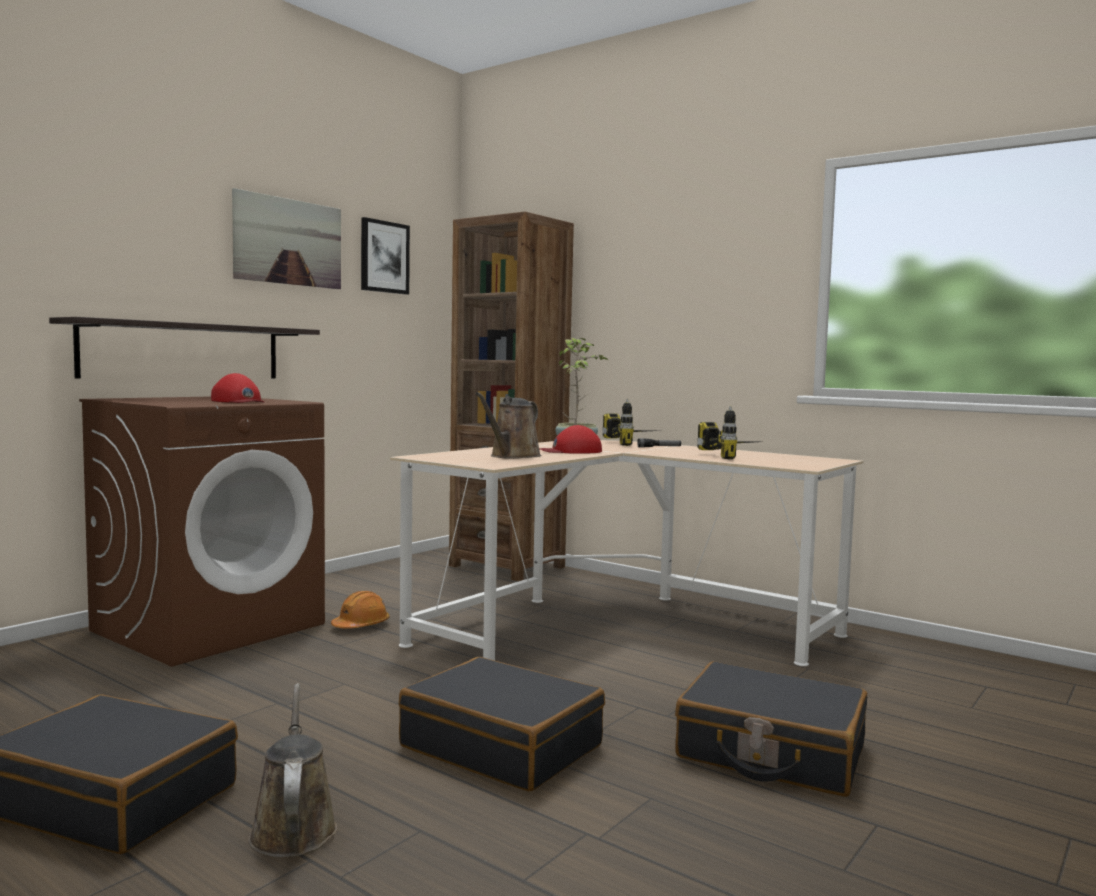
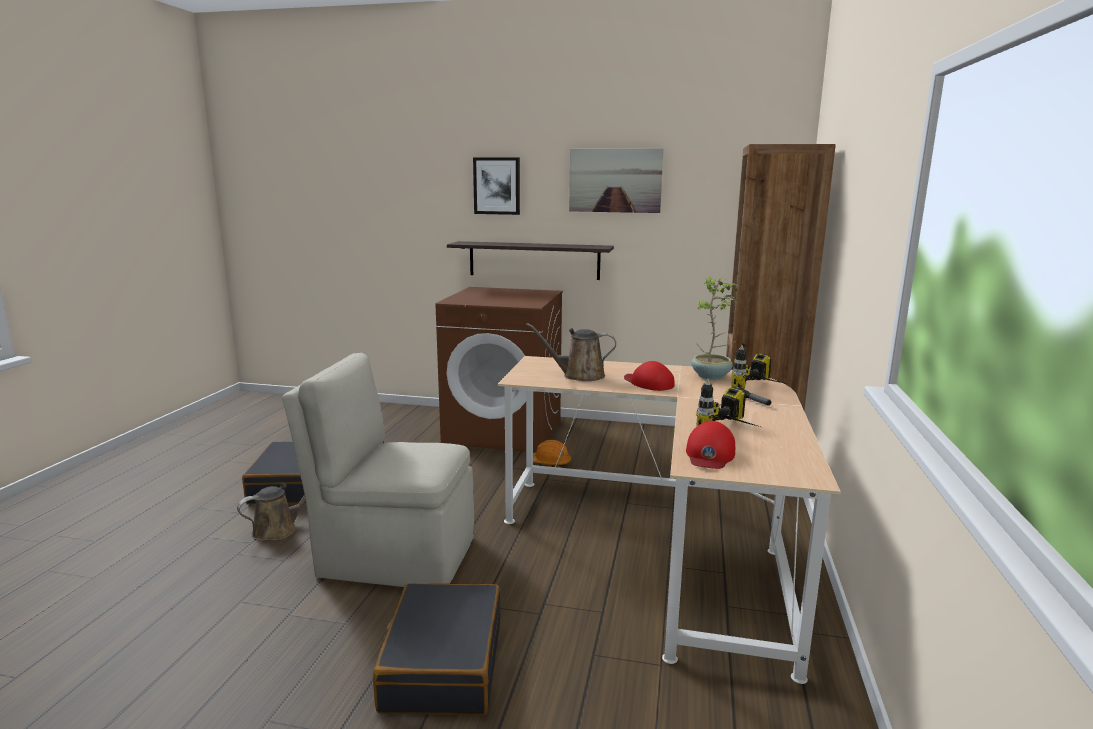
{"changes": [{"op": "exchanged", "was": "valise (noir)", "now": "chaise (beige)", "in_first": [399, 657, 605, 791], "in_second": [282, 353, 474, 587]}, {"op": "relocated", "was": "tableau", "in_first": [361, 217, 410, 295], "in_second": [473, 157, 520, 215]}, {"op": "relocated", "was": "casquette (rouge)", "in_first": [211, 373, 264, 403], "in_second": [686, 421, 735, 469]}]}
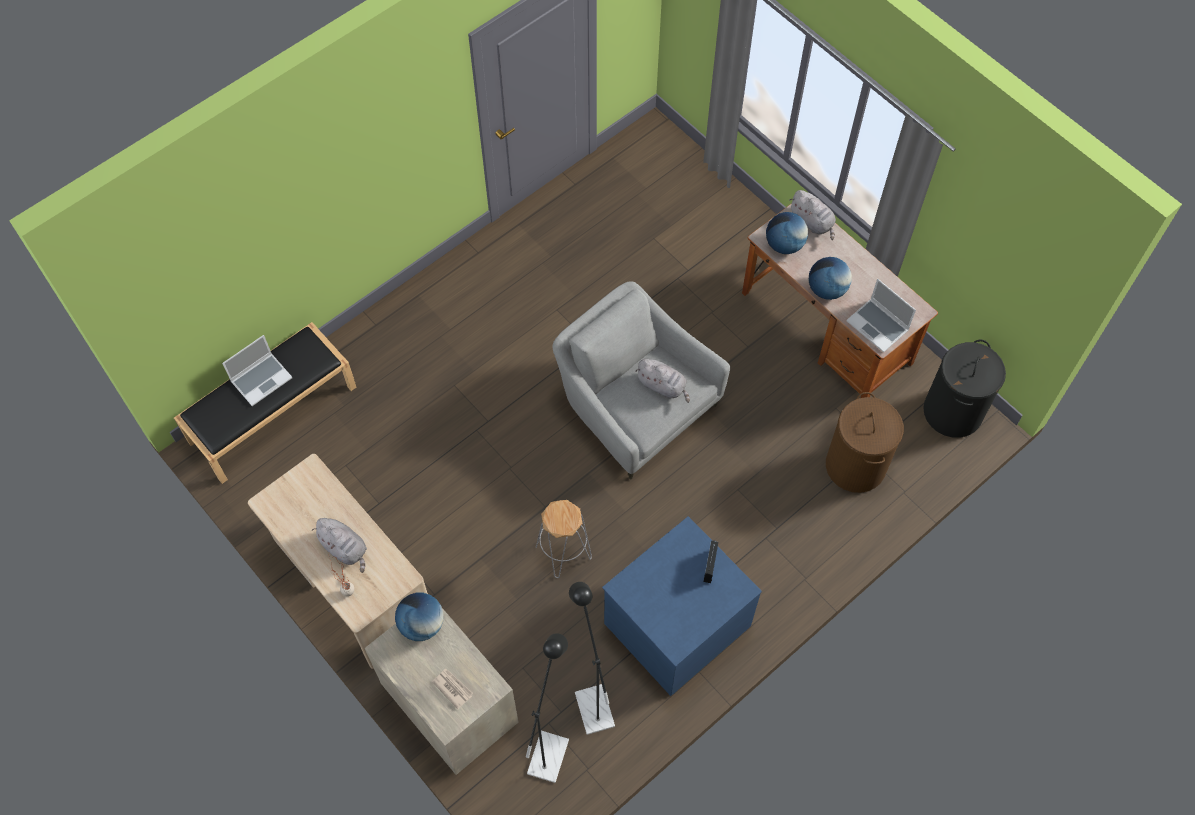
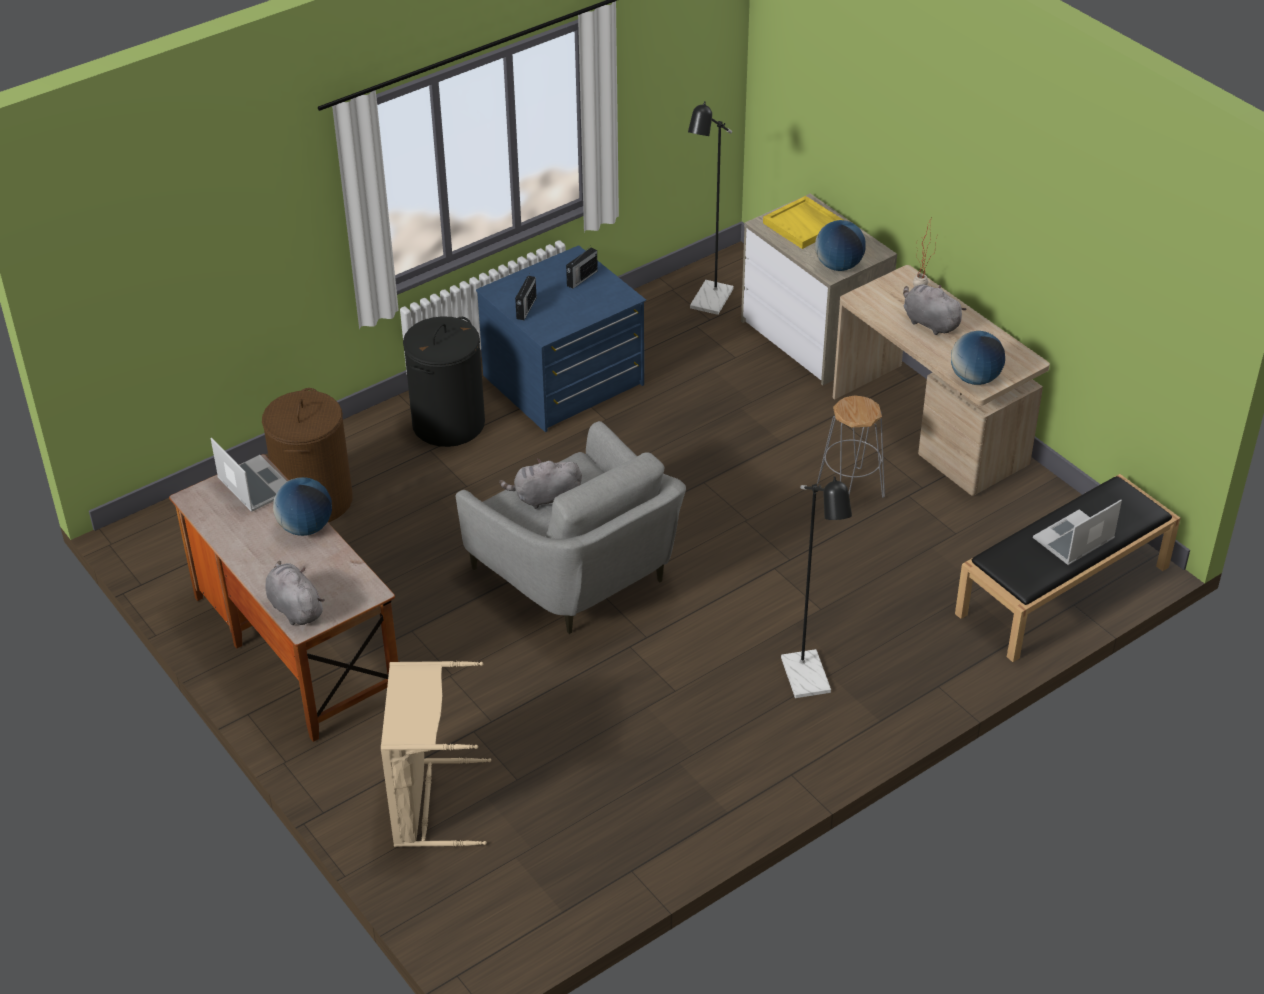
{"changes": [{"op": "appeared", "now": "panier à linge (beige)", "in_second": [381, 661, 491, 847]}, {"op": "relocated", "was": "panier à linge (noir)", "in_first": [923, 340, 1006, 438], "in_second": [403, 316, 485, 447]}, {"op": "spun", "was": "peluche (gris)", "in_first": [635, 359, 690, 403], "in_second": [499, 458, 582, 509], "clockwise": -45}, {"op": "appeared", "now": "radio", "in_second": [566, 245, 598, 289]}, {"op": "exchanged", "was": "journal", "now": "plateau (jaune)", "in_first": [432, 669, 473, 709], "in_second": [763, 196, 843, 249]}, {"op": "relocated", "was": "lampadaire (noir)", "in_first": [569, 582, 615, 735], "in_second": [781, 477, 852, 698]}, {"op": "relocated", "was": "tabouret (gris)", "in_first": [536, 500, 592, 578], "in_second": [817, 395, 885, 498]}, {"op": "relocated", "was": "globe", "in_first": [766, 212, 808, 254], "in_second": [951, 331, 1005, 385]}]}
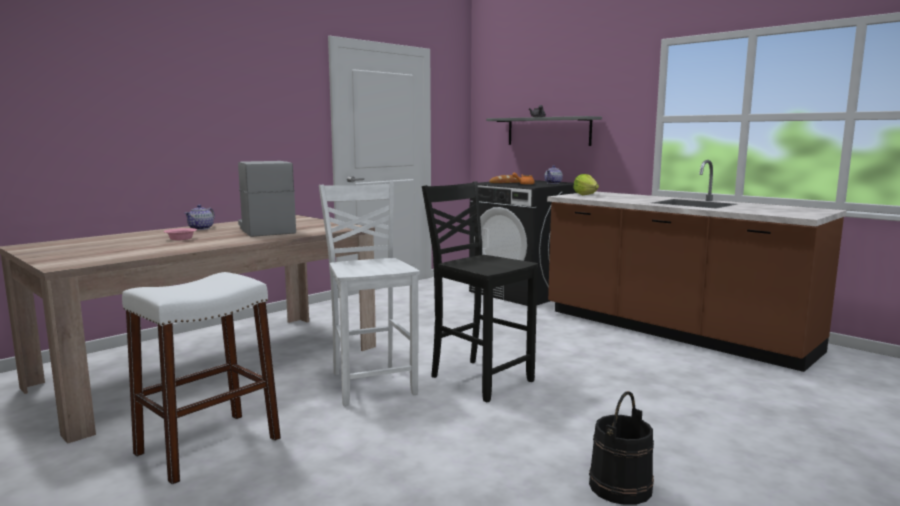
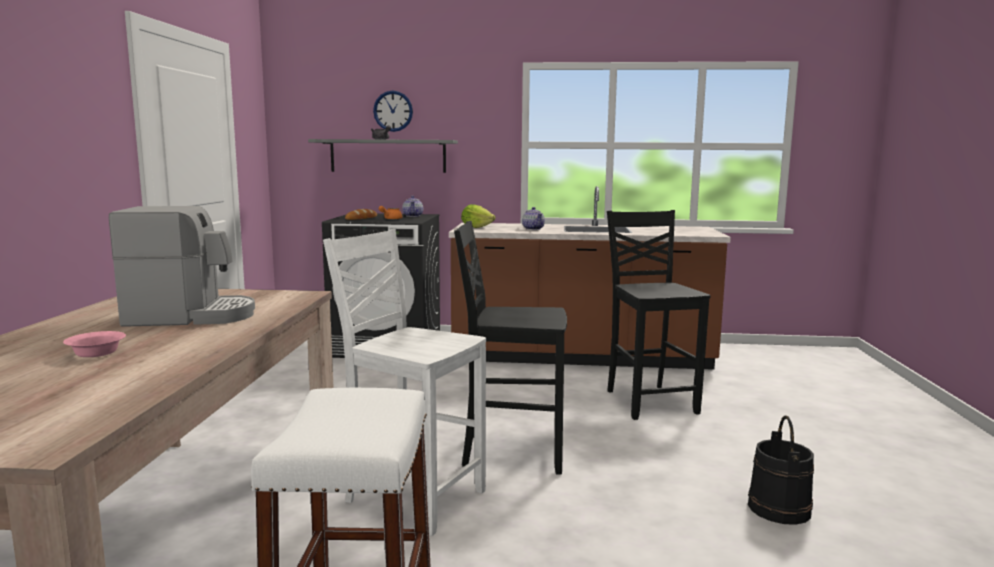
{"changes": [{"op": "spun", "was": "machine à café", "in_first": [238, 161, 296, 237], "in_second": [109, 206, 255, 327], "clockwise": 150}, {"op": "appeared", "now": "horloge murale", "in_second": [373, 90, 413, 132]}, {"op": "relocated", "was": "théière", "in_first": [185, 205, 215, 230], "in_second": [522, 207, 545, 230]}, {"op": "appeared", "now": "chaise (noir)", "in_second": [607, 210, 710, 420]}]}
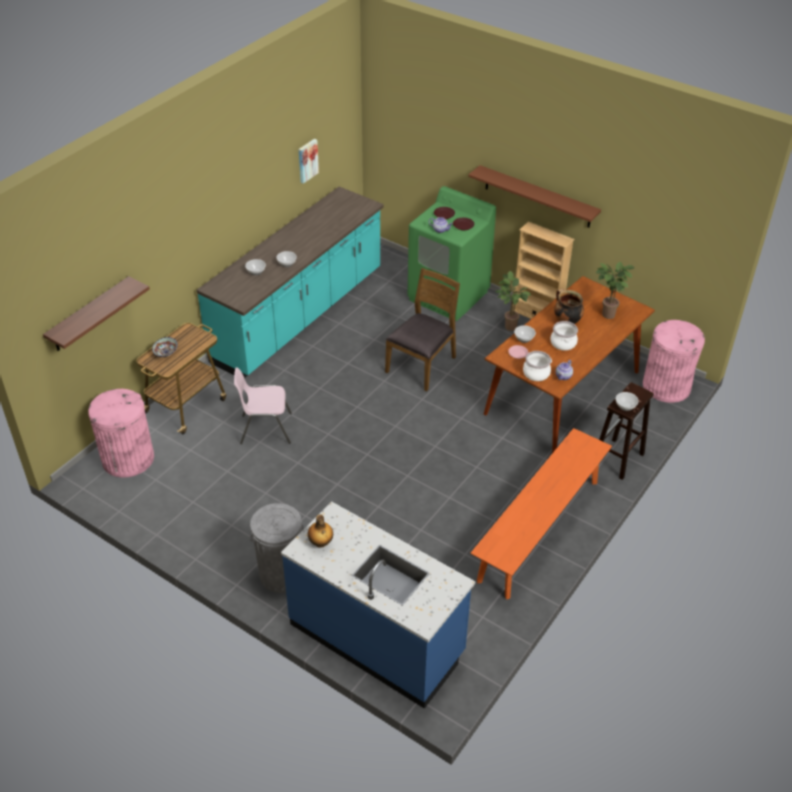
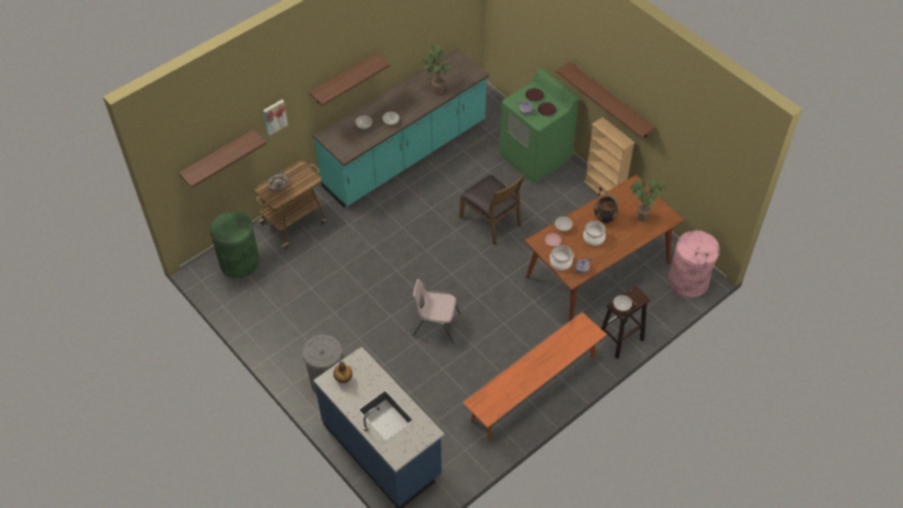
{"changes": [{"op": "colour", "was": "poubelle (rose)", "now": "poubelle (vert)", "in_first": [88, 389, 154, 477], "in_second": [210, 211, 260, 278]}, {"op": "relocated", "was": "tableau", "in_first": [299, 139, 319, 184], "in_second": [263, 100, 288, 136]}, {"op": "appeared", "now": "étagère", "in_second": [309, 53, 390, 106]}, {"op": "relocated", "was": "chaise (rose)", "in_first": [234, 367, 292, 444], "in_second": [413, 279, 461, 344]}, {"op": "relocated", "was": "plante en pot", "in_first": [495, 271, 531, 331], "in_second": [421, 44, 451, 95]}, {"op": "spun", "was": "chaise (marron)", "in_first": [385, 268, 460, 391], "in_second": [459, 173, 524, 245], "clockwise": 90}]}
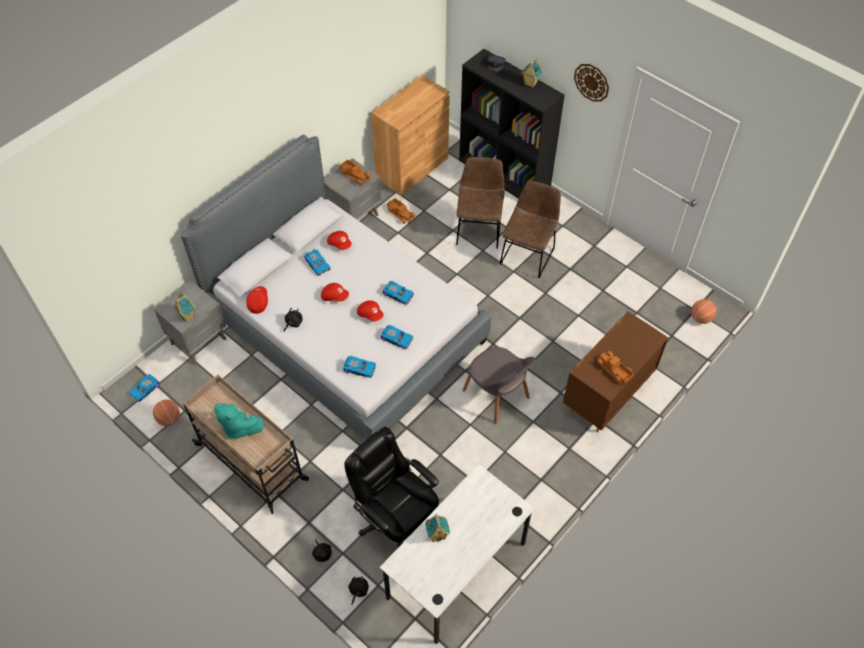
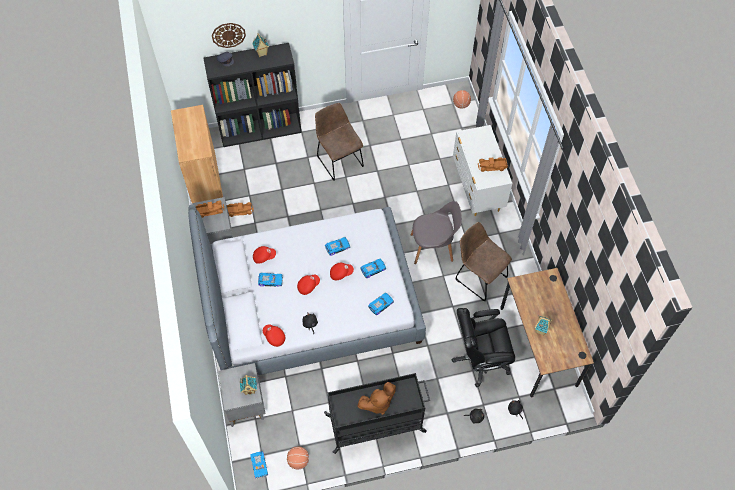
{"changes": [{"op": "relocated", "was": "horloge murale", "in_first": [574, 64, 609, 102], "in_second": [212, 23, 246, 48]}, {"op": "colour", "was": "chariot (beige)", "now": "chariot (noir)", "in_first": [183, 375, 309, 514], "in_second": [324, 373, 430, 454]}, {"op": "colour", "was": "peluche (turquoise)", "now": "peluche (marron)", "in_first": [214, 404, 264, 440], "in_second": [357, 382, 396, 415]}, {"op": "colour", "was": "commode (marron)", "now": "commode (blanc)", "in_first": [563, 311, 668, 432], "in_second": [453, 125, 512, 216]}, {"op": "relocated", "was": "chaise (marron)", "in_first": [456, 157, 505, 249], "in_second": [455, 222, 512, 302]}, {"op": "colour", "was": "bureau (blanc)", "now": "bureau (marron)", "in_first": [380, 464, 535, 644], "in_second": [500, 268, 594, 397]}]}
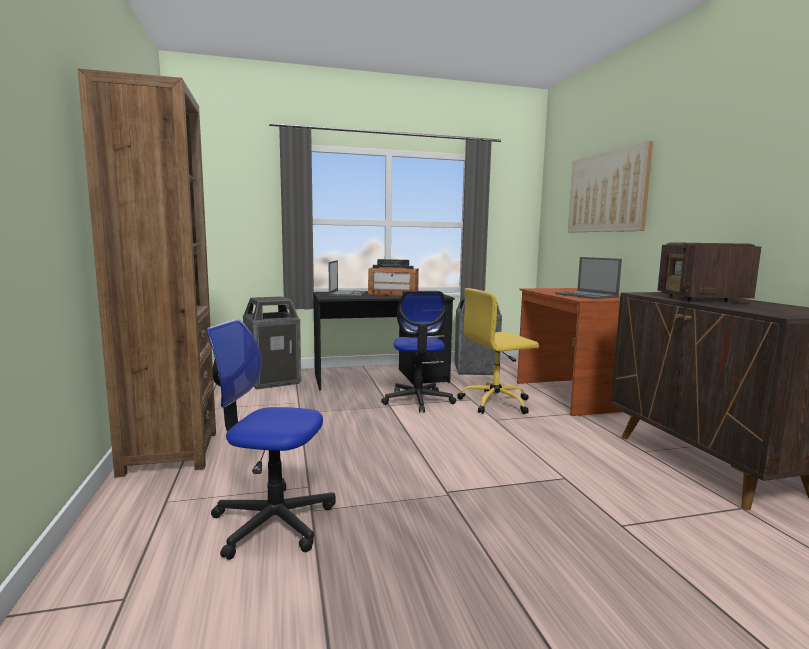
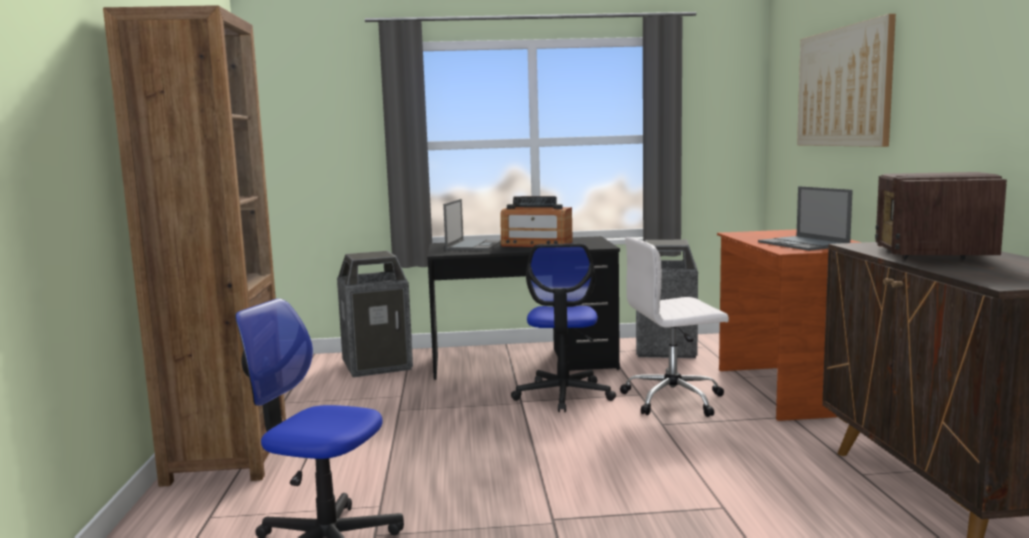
{"changes": [{"op": "colour", "was": "chaise de bureau (jaune)", "now": "chaise de bureau (blanc)", "in_first": [457, 288, 539, 414], "in_second": [620, 237, 729, 417]}]}
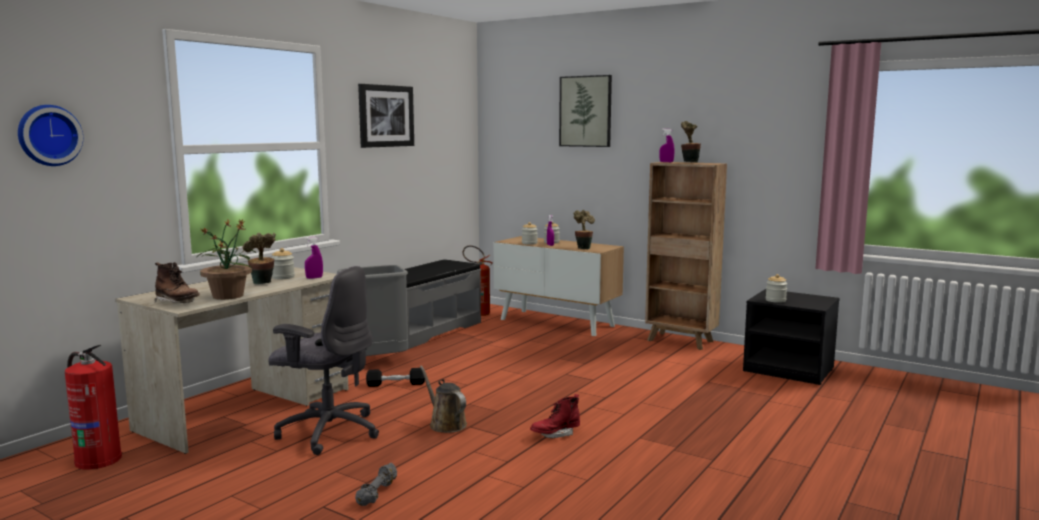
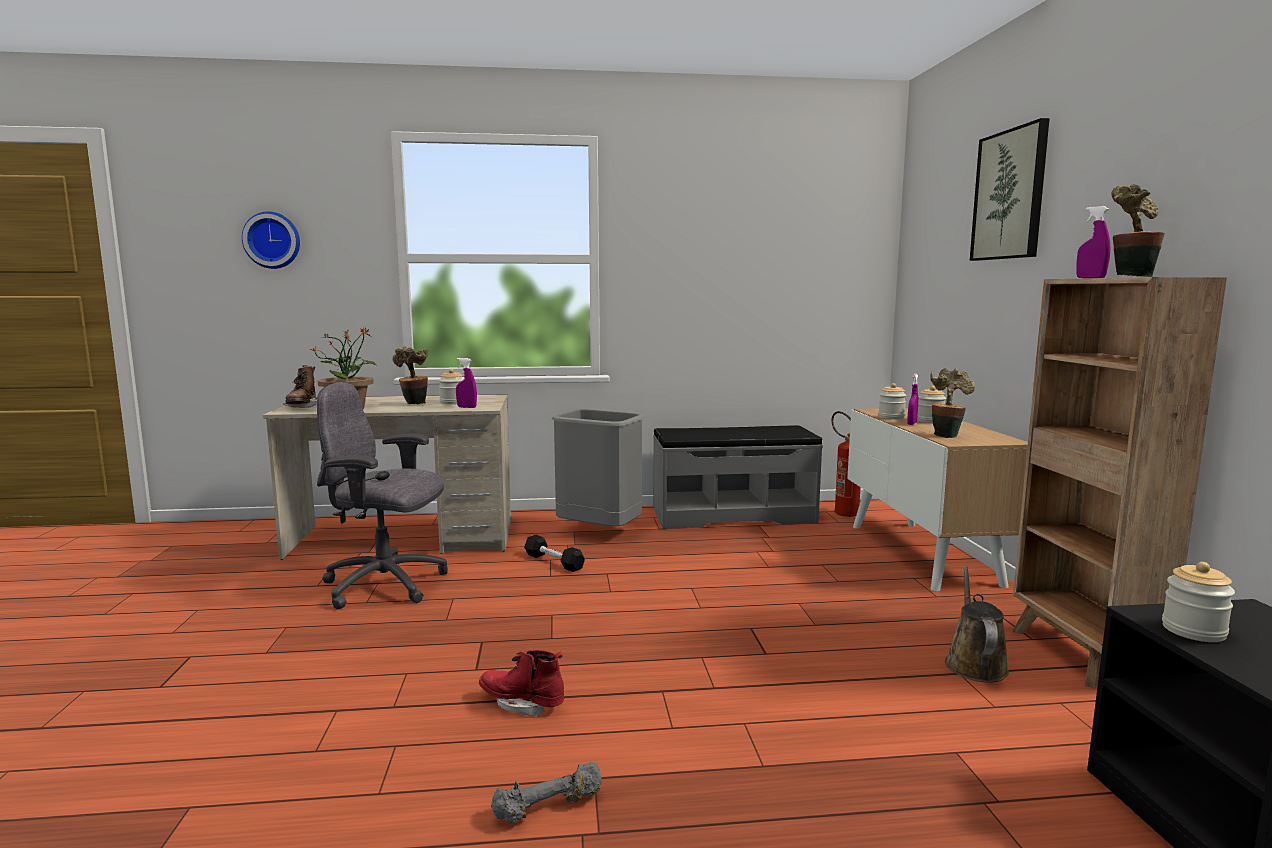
{"changes": [{"op": "spun", "was": "chaise de bureau (gris)", "in_first": [268, 266, 379, 455], "in_second": [317, 382, 448, 609], "clockwise": 120}, {"op": "relocated", "was": "haltère (gris)", "in_first": [355, 463, 397, 506], "in_second": [491, 762, 602, 823]}, {"op": "relocated", "was": "arrosoir (marron)", "in_first": [420, 365, 467, 433], "in_second": [945, 566, 1009, 683]}, {"op": "missing", "was": "extincteur", "in_first": [65, 345, 122, 470]}, {"op": "missing", "was": "tableau", "in_first": [358, 84, 414, 148]}]}
